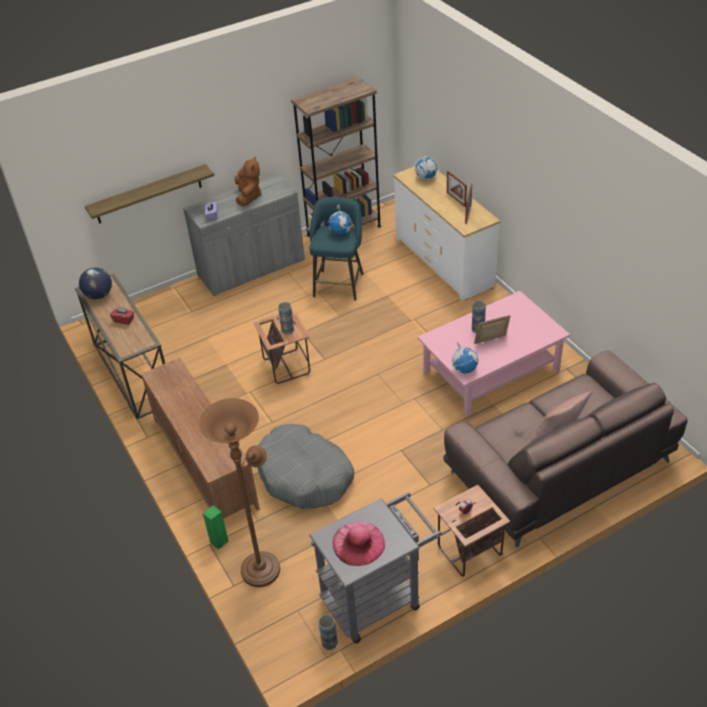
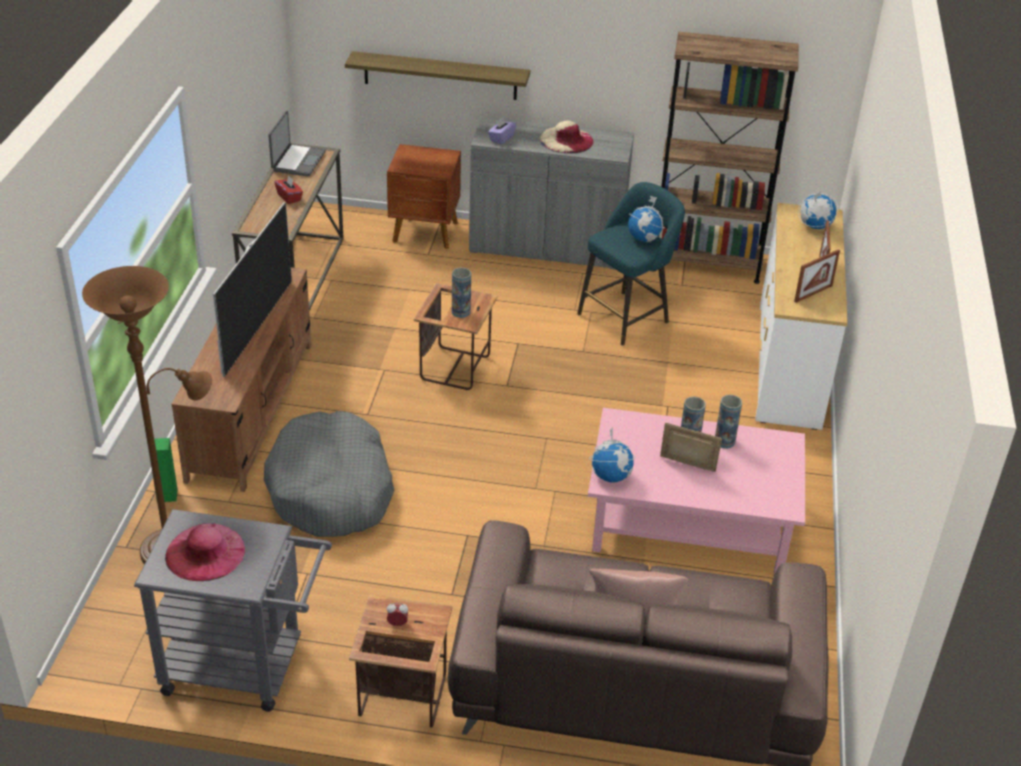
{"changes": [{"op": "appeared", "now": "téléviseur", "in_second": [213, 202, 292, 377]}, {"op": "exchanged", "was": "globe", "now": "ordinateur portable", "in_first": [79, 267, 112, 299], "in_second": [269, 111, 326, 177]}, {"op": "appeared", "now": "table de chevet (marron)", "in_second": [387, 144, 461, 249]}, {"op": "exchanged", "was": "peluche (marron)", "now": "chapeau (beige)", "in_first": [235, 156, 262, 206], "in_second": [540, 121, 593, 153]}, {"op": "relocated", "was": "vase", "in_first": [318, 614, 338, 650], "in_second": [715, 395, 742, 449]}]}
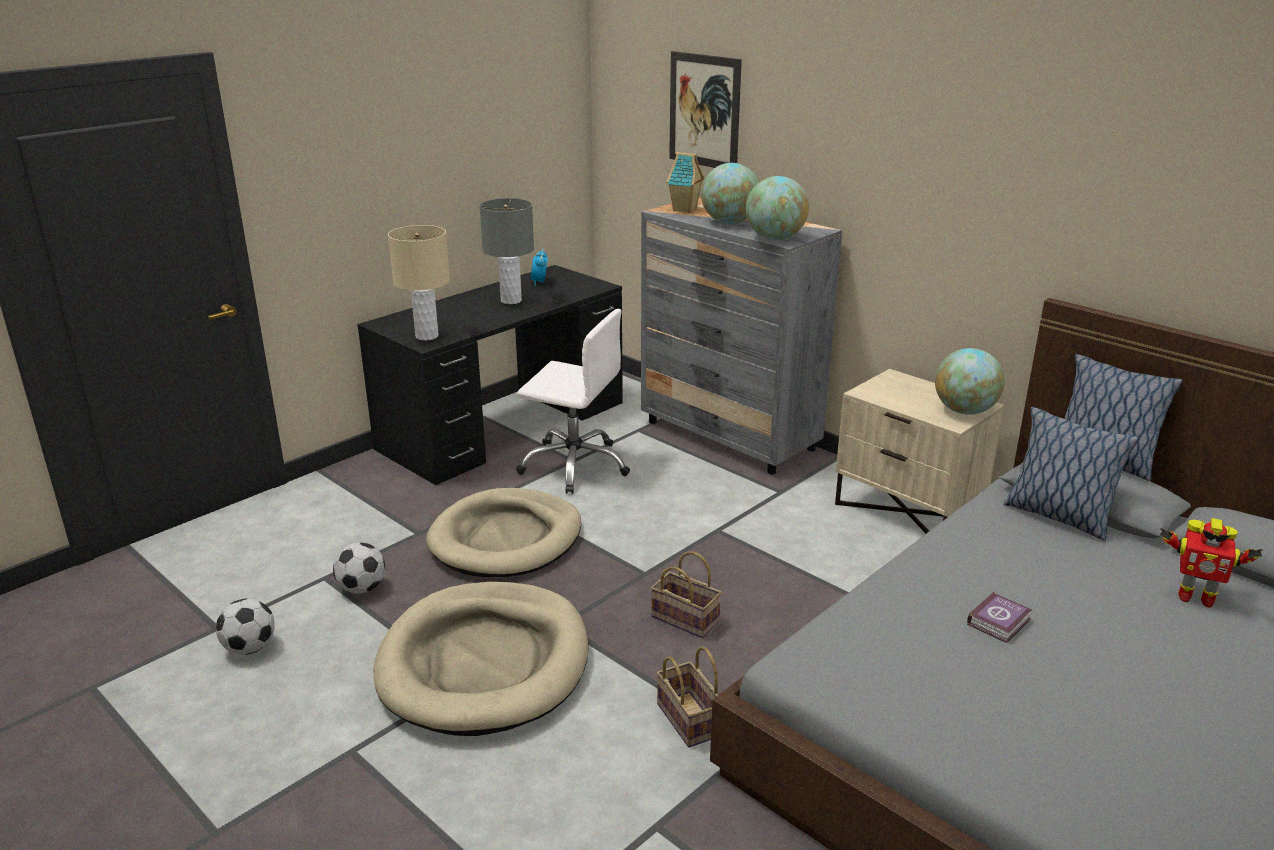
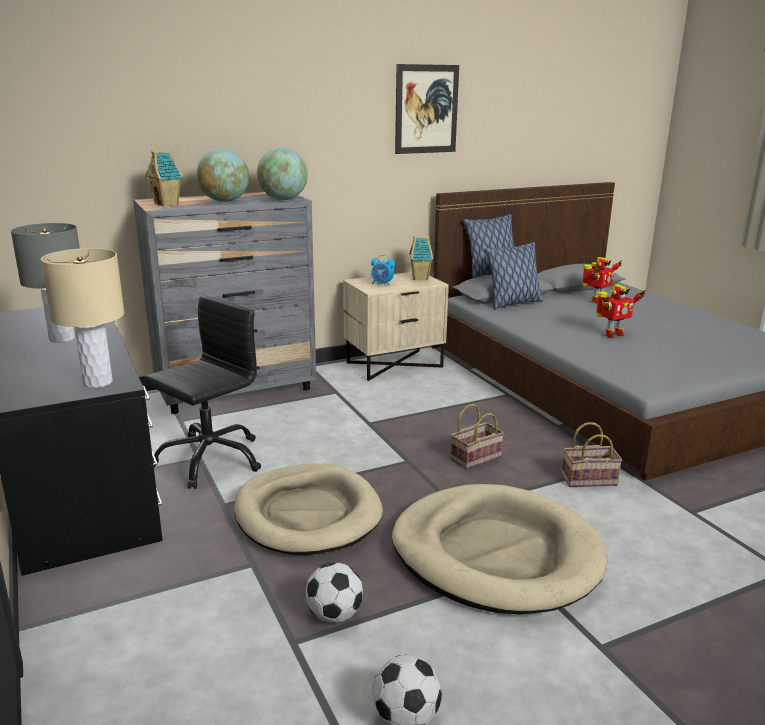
{"changes": [{"op": "colour", "was": "chaise de bureau (blanc)", "now": "chaise de bureau (noir)", "in_first": [516, 309, 630, 494], "in_second": [144, 295, 261, 489]}, {"op": "relocated", "was": "réveil", "in_first": [530, 249, 548, 286], "in_second": [371, 255, 395, 286]}, {"op": "relocated", "was": "tableau", "in_first": [669, 51, 742, 168], "in_second": [395, 64, 459, 154]}, {"op": "exchanged", "was": "globe", "now": "maison miniature", "in_first": [935, 348, 1005, 415], "in_second": [409, 236, 433, 280]}, {"op": "exchanged", "was": "livre", "now": "robot jouet", "in_first": [967, 592, 1032, 643], "in_second": [596, 284, 646, 338]}]}
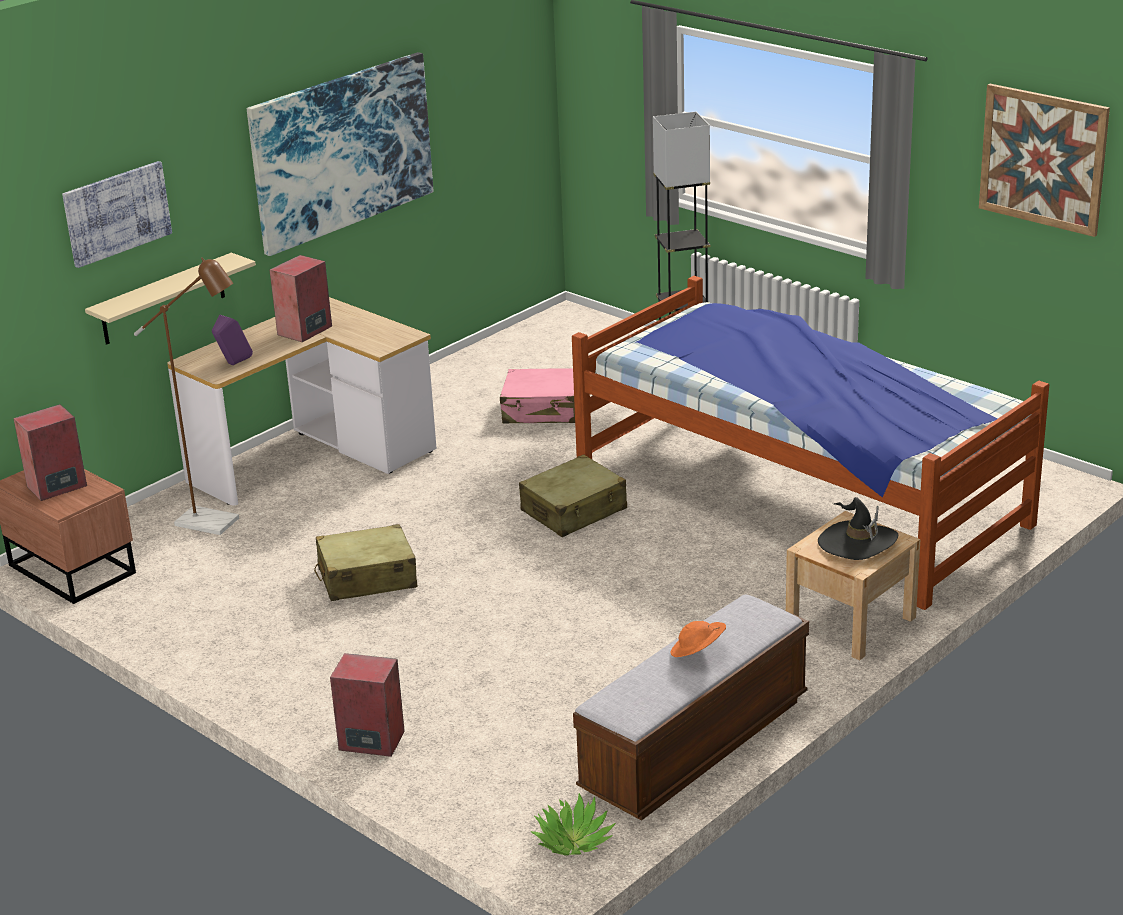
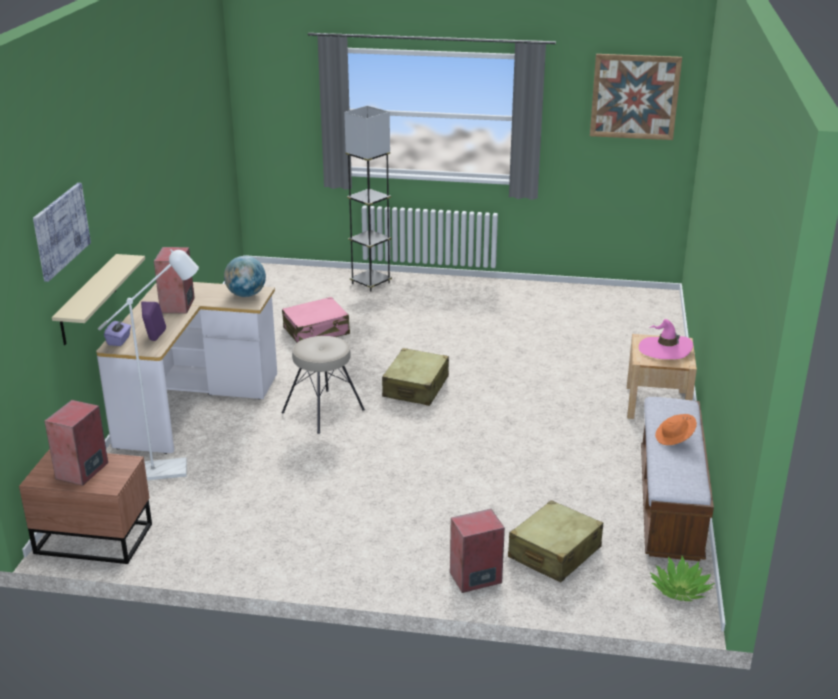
{"changes": [{"op": "colour", "was": "lampadaire (marron)", "now": "lampadaire (blanc)", "in_first": [134, 257, 239, 535], "in_second": [98, 249, 199, 480]}, {"op": "appeared", "now": "boîte à mouchoirs (violet)", "in_second": [104, 319, 131, 346]}, {"op": "appeared", "now": "globe", "in_second": [224, 256, 266, 297]}, {"op": "appeared", "now": "tabouret (beige)", "in_second": [282, 336, 365, 434]}, {"op": "relocated", "was": "valise (beige)", "in_first": [314, 524, 418, 601], "in_second": [508, 500, 603, 582]}, {"op": "colour", "was": "chapeau (noir)", "now": "chapeau (rose)", "in_first": [818, 497, 898, 560], "in_second": [639, 319, 693, 359]}, {"op": "missing", "was": "tableau", "in_first": [247, 52, 434, 256]}, {"op": "missing", "was": "lit", "in_first": [572, 276, 1049, 610]}]}
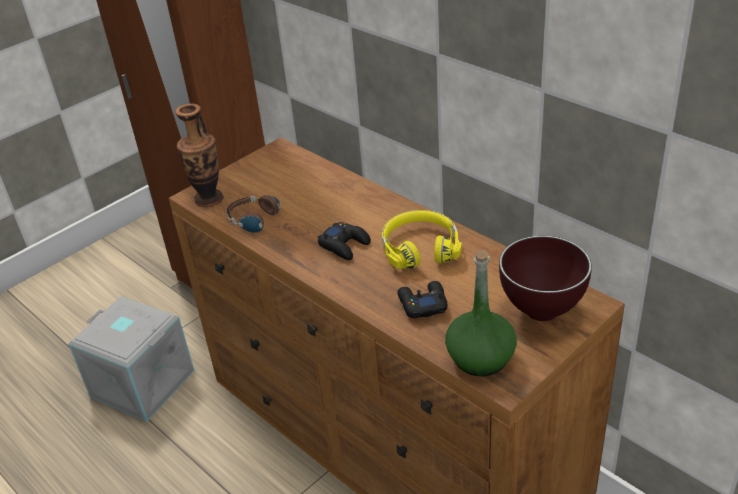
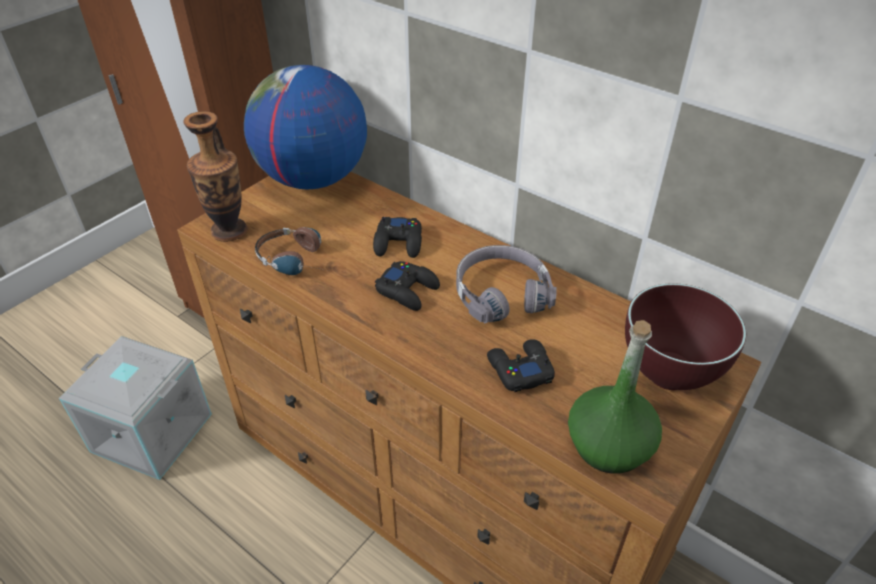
{"changes": [{"op": "appeared", "now": "globe", "in_second": [244, 65, 367, 190]}, {"op": "appeared", "now": "manette (noir)", "in_second": [373, 217, 422, 258]}, {"op": "colour", "was": "casque audio (jaune)", "now": "casque audio (gris)", "in_first": [382, 210, 462, 269], "in_second": [456, 245, 557, 324]}]}
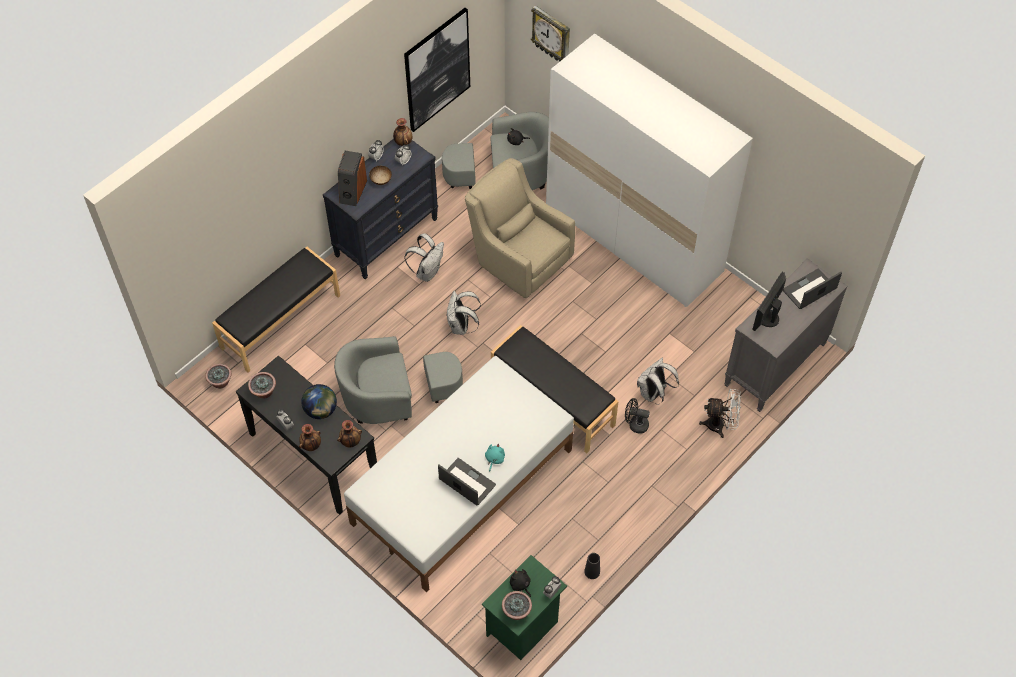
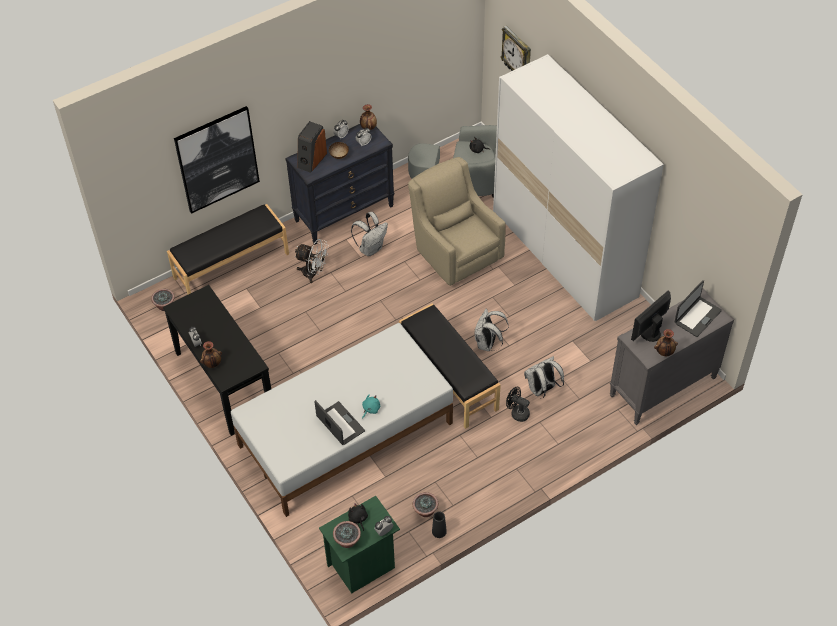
{"changes": [{"op": "relocated", "was": "tableau", "in_first": [404, 8, 470, 132], "in_second": [174, 106, 260, 214]}, {"op": "relocated", "was": "ventilateur (blanc)", "in_first": [699, 389, 741, 438], "in_second": [295, 239, 329, 283]}, {"op": "relocated", "was": "plante en pot", "in_first": [248, 372, 276, 399], "in_second": [413, 492, 438, 517]}, {"op": "relocated", "was": "sac à dos (blanc)", "in_first": [447, 291, 481, 335], "in_second": [475, 309, 509, 351]}, {"op": "relocated", "was": "vase", "in_first": [337, 420, 362, 447], "in_second": [654, 329, 678, 356]}, {"op": "spun", "was": "ordinateur portable", "in_first": [783, 269, 842, 309], "in_second": [675, 280, 722, 337], "clockwise": 150}, {"op": "missing", "was": "globe", "in_first": [301, 384, 337, 419]}, {"op": "missing", "was": "fauteuil (gris)", "in_first": [334, 336, 463, 424]}]}
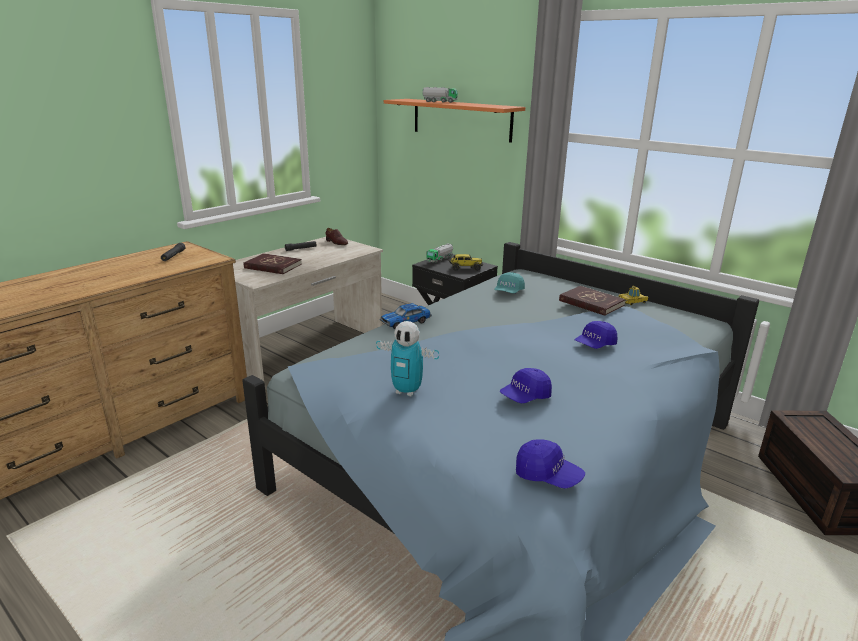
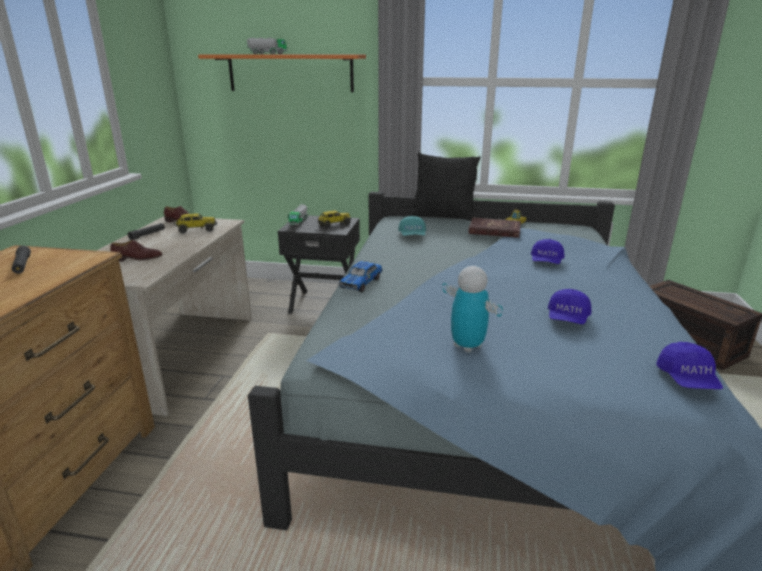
{"changes": [{"op": "exchanged", "was": "livre (rouge)", "now": "chaussure (marron)", "in_first": [244, 253, 302, 274], "in_second": [110, 240, 162, 262]}, {"op": "appeared", "now": "camion jouet", "in_second": [174, 213, 217, 233]}, {"op": "appeared", "now": "coussin (noir)", "in_second": [410, 152, 481, 221]}, {"op": "spun", "was": "robot jouet", "in_first": [376, 321, 439, 397], "in_second": [442, 266, 503, 353], "clockwise": -120}, {"op": "spun", "was": "casquette (bleu)", "in_first": [516, 439, 585, 489], "in_second": [656, 342, 723, 389], "clockwise": 90}]}
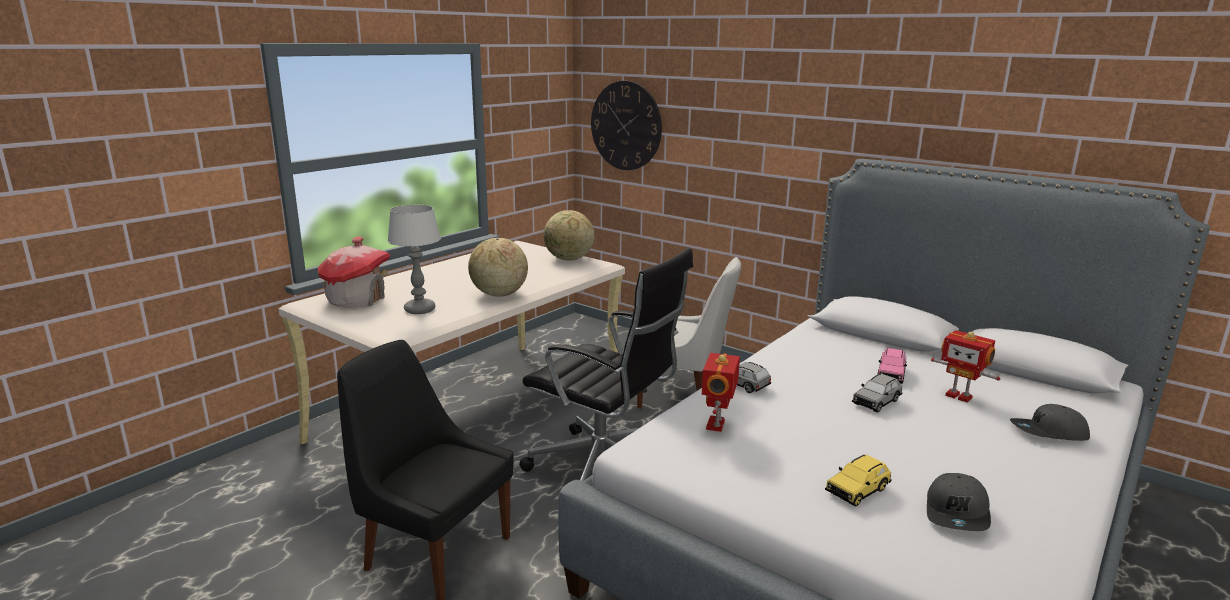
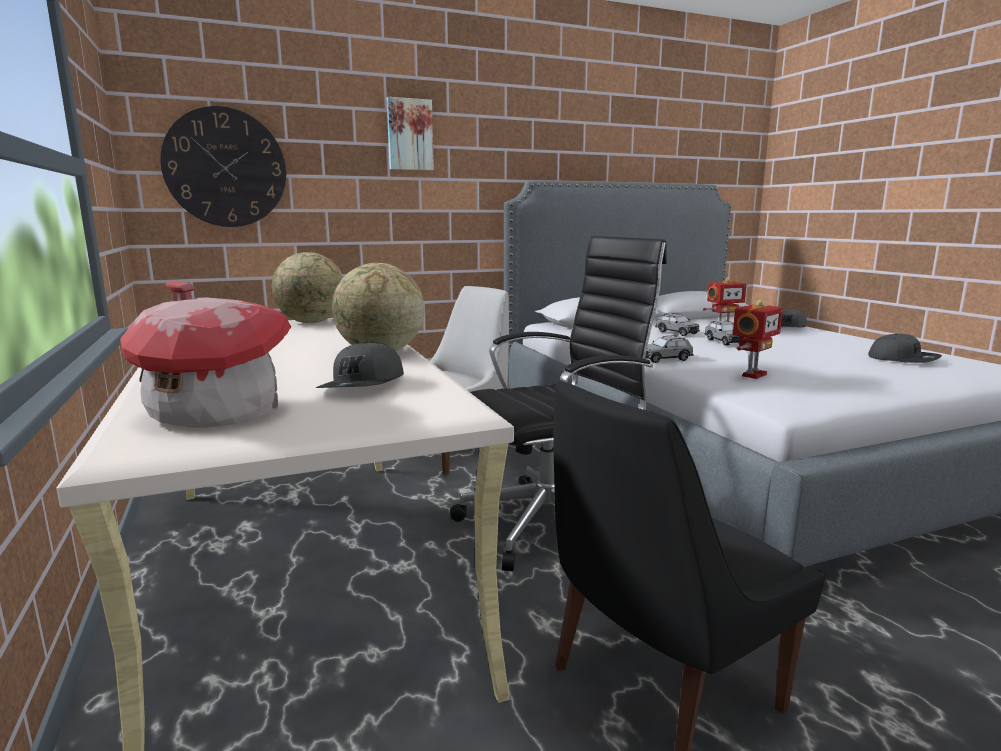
{"changes": [{"op": "exchanged", "was": "lampe de table", "now": "casquette (gris)", "in_first": [388, 204, 441, 314], "in_second": [316, 342, 404, 388]}, {"op": "appeared", "now": "tableau", "in_second": [387, 97, 434, 171]}, {"op": "colour", "was": "petite voiture (rose)", "now": "petite voiture (gris)", "in_first": [877, 348, 907, 384], "in_second": [655, 313, 700, 336]}, {"op": "spun", "was": "robot jouet", "in_first": [702, 353, 740, 432], "in_second": [733, 300, 783, 379], "clockwise": -90}, {"op": "missing", "was": "petite voiture (jaune)", "in_first": [825, 454, 891, 506]}]}
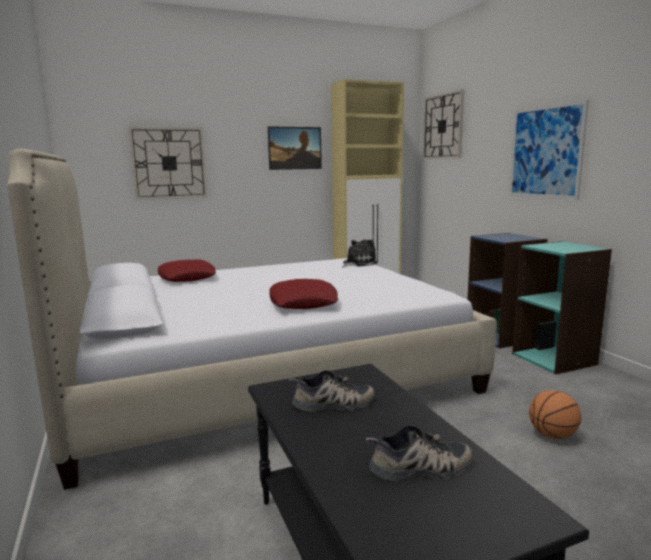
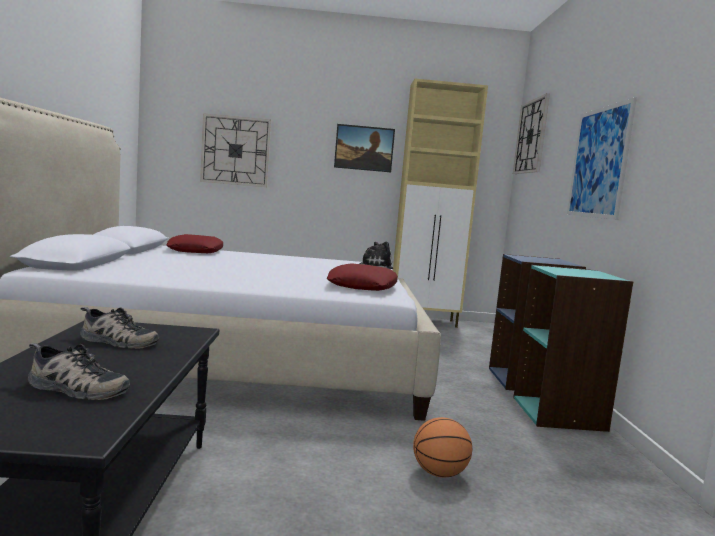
{"changes": [{"op": "relocated", "was": "coussin (rouge)", "in_first": [269, 279, 338, 309], "in_second": [327, 263, 398, 291]}]}
